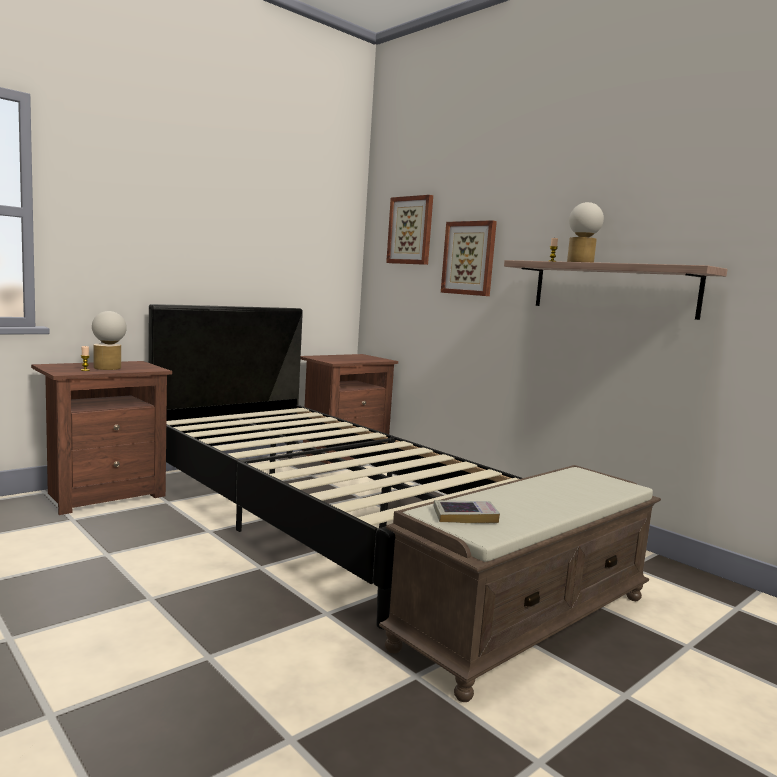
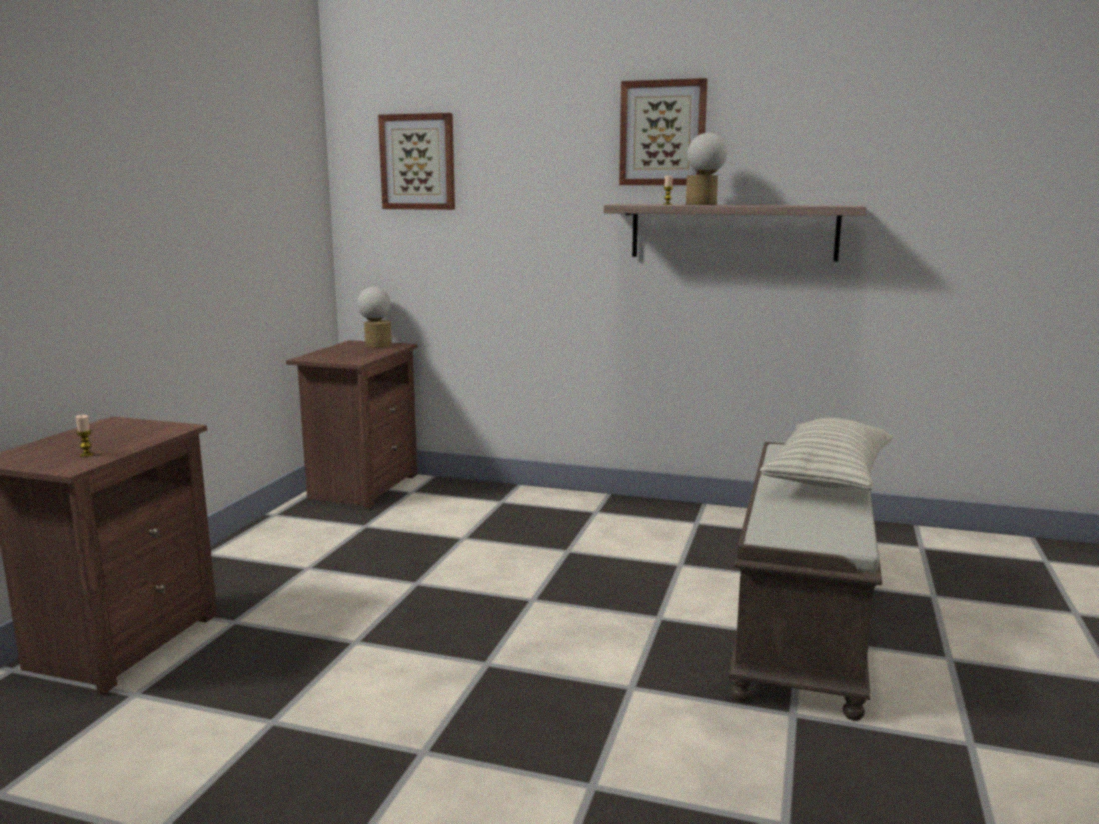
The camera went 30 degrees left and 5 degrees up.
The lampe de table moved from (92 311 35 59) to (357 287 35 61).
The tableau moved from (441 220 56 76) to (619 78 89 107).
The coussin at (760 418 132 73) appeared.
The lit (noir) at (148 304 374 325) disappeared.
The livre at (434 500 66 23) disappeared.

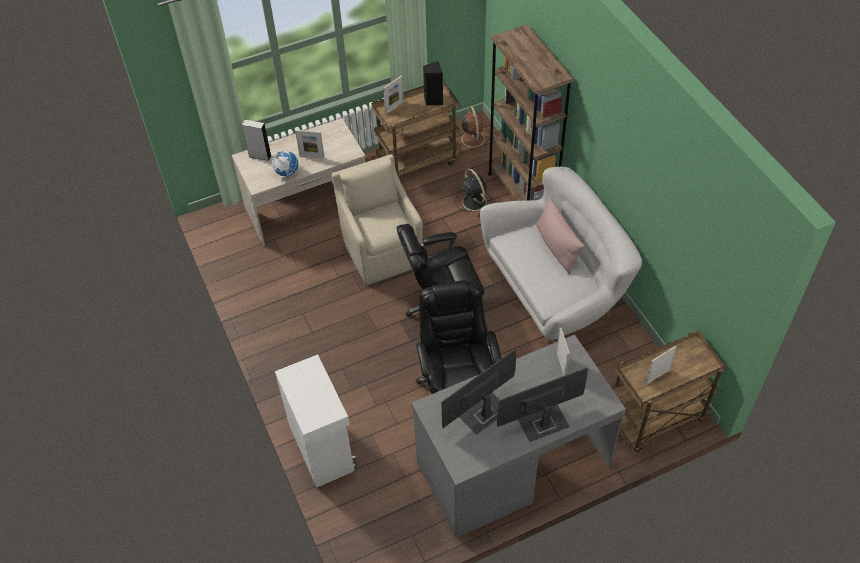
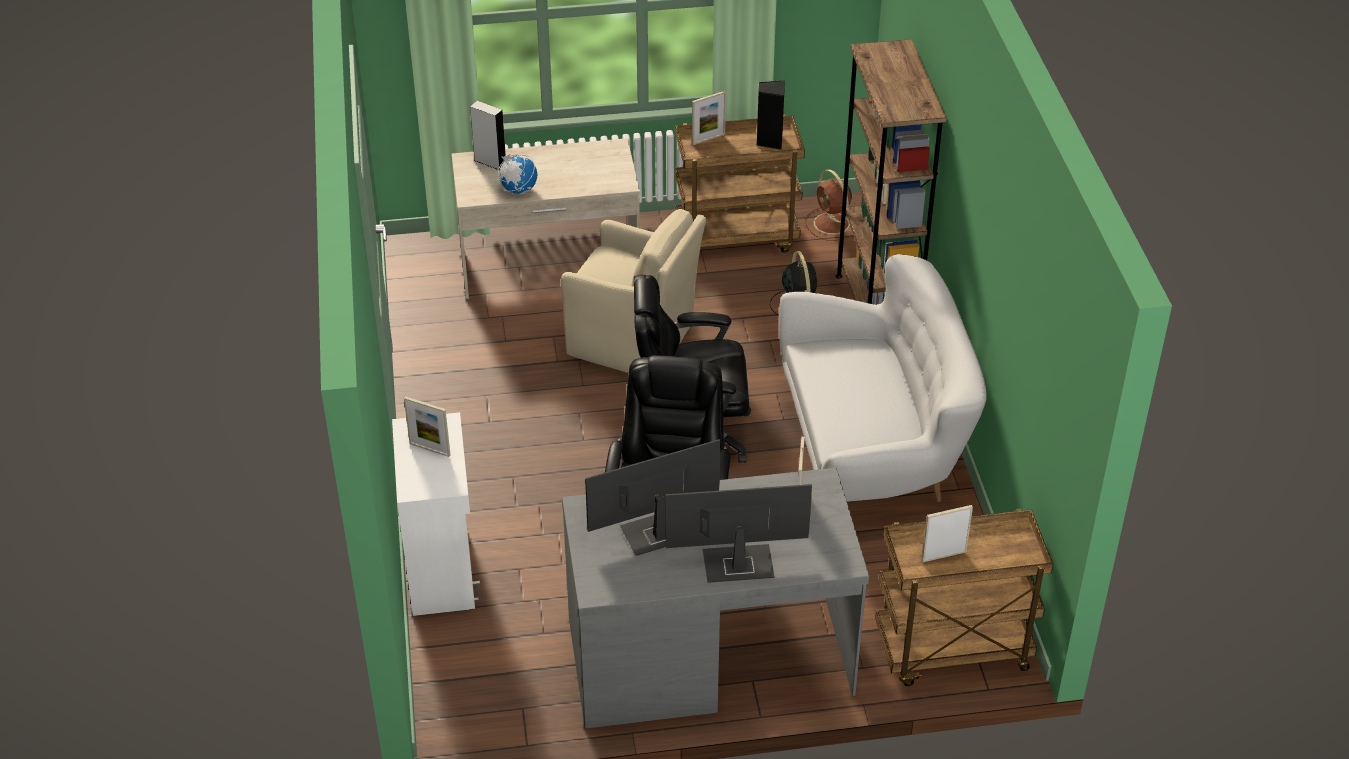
The camera went 15 degrees right and 10 degrees down.
The cadre photo moved from (295 130 30 28) to (404 396 47 61).
The fauteuil (beige) at (332 154 91 131) turned 120 degrees clockwise.
The ventilateur (marron) at (456 106 34 47) turned 150 degrees clockwise.
The coussin (rose) at (536 197 49 77) disappeared.

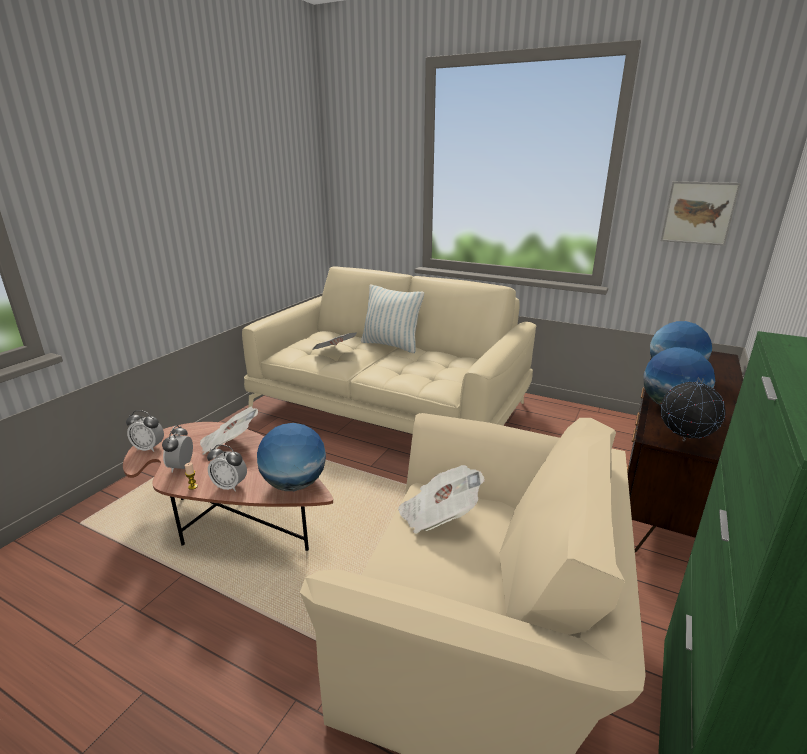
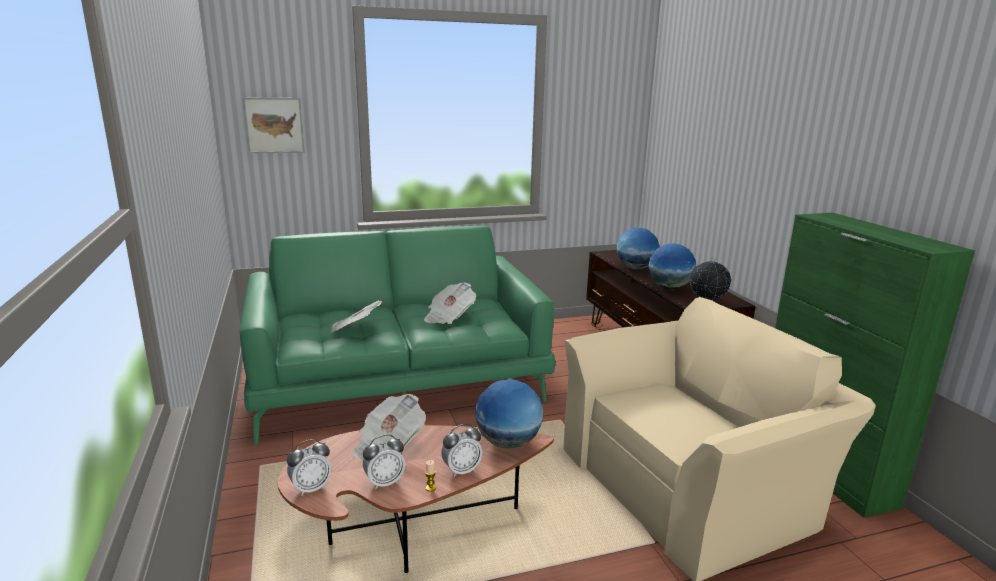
The camera went 45 degrees left and 5 degrees down.
The canapé (beige) at (242 266 294 168) became the canapé (vert) at (239 226 316 219).
The tableau moved from (661 181 80 65) to (243 98 62 56).
The réveil at (162 425 31 48) turned 75 degrees counterclockwise.
The journal moved from (398 465 87 69) to (424 283 52 41).
The coussin at (361 285 63 68) disappeared.

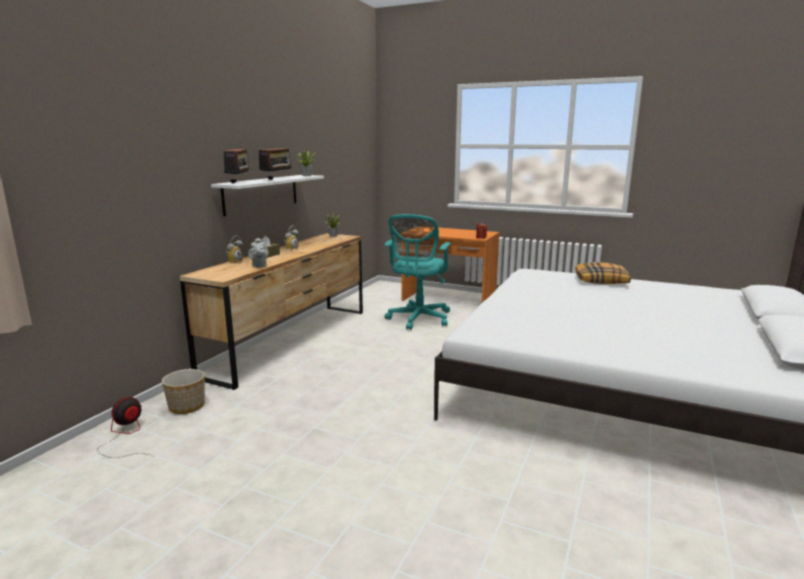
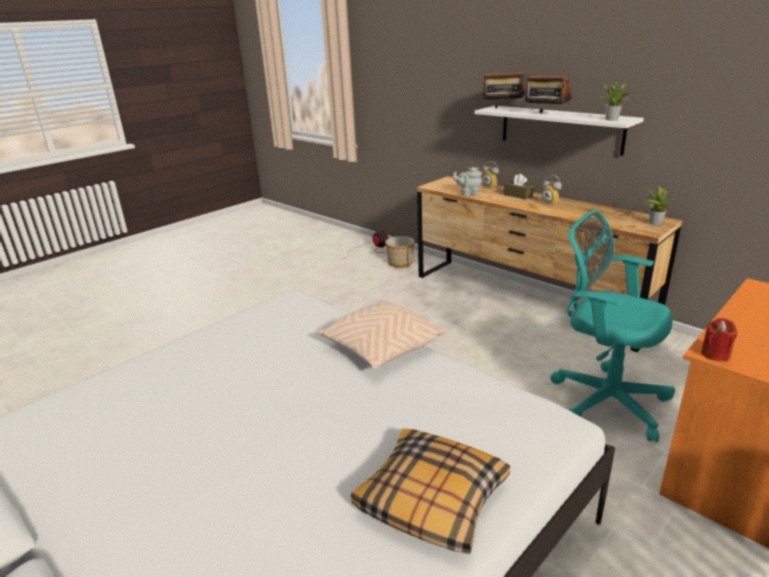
The camera went 110 degrees right and 10 degrees up.
The coussin (beige) at (317 302 129 67) appeared.

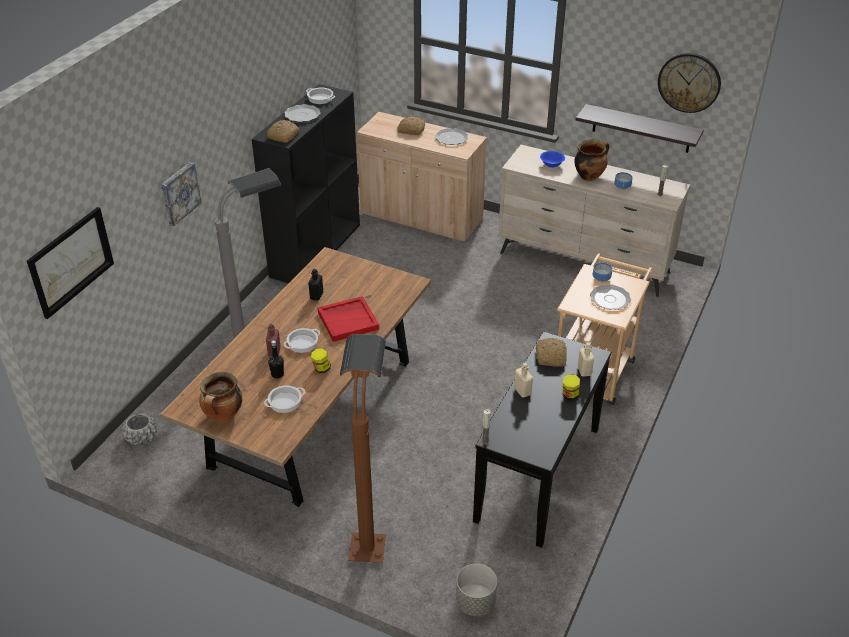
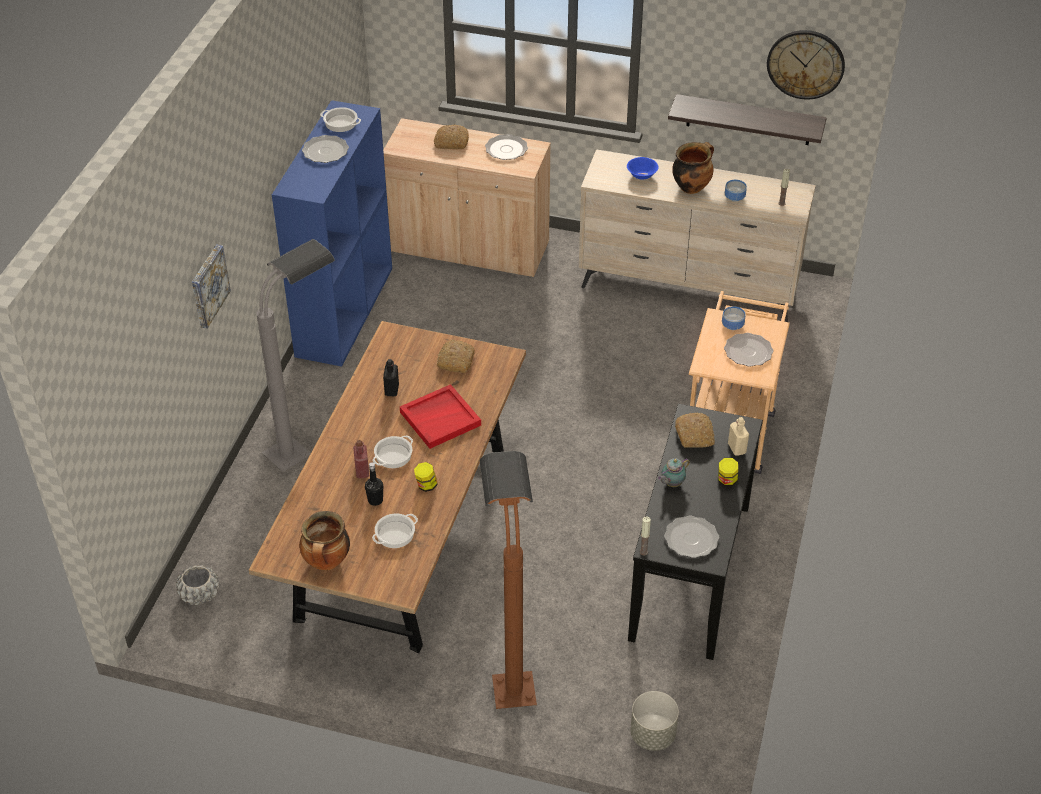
The camera went 10 degrees left and 5 degrees up.
The bibliothèque (noir) at (252 84 108 199) became the bibliothèque (bleu) at (272 100 120 267).
The pain moved from (267 120 32 23) to (437 340 38 33).
The bouteille (beige) at (514 363 19 34) was replaced by the théière at (657 458 33 29).
The assiette at (664 516 55 42) appeared.
The tableau at (27 207 87 112) disappeared.

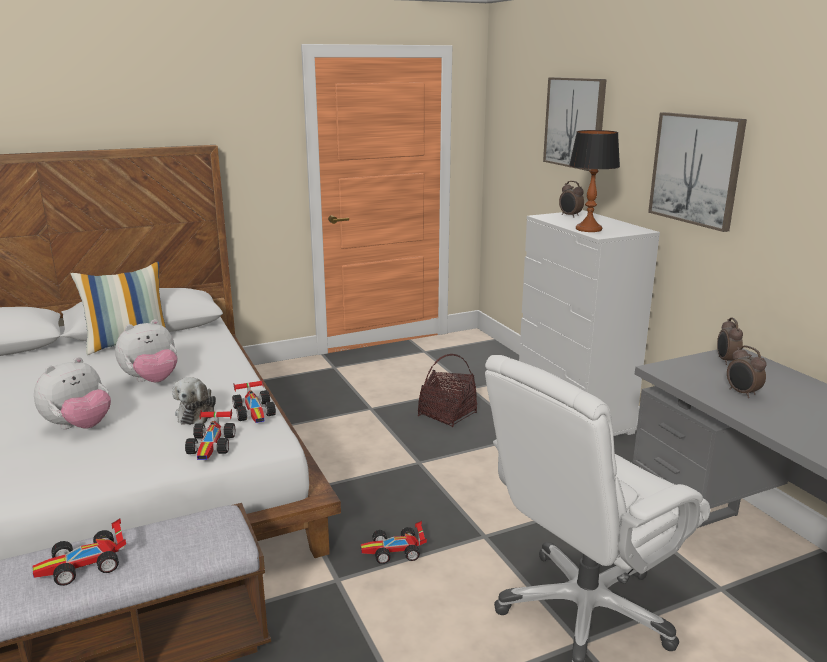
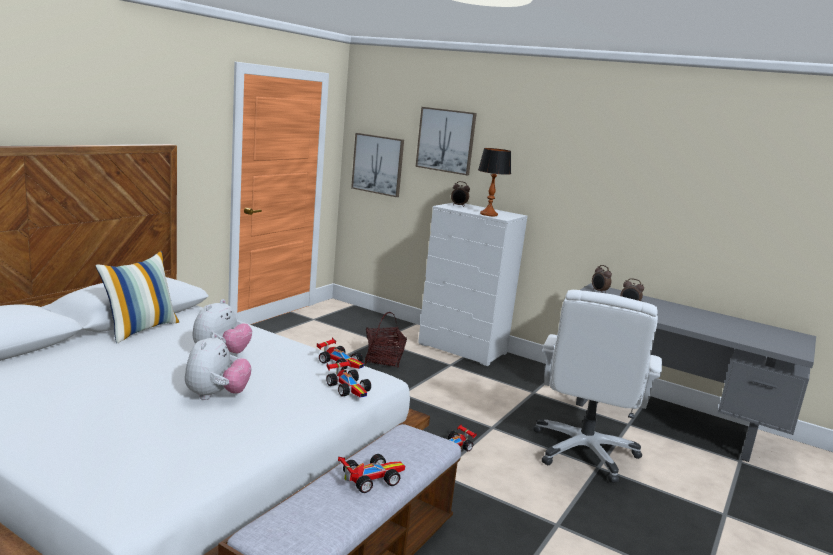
The camera went 35 degrees left and 5 degrees down.
The petite voiture at (32 519 94 67) turned 150 degrees counterclockwise.
The tableau moved from (648 112 99 120) to (351 133 53 64).
The peluche at (172 377 44 48) disappeared.

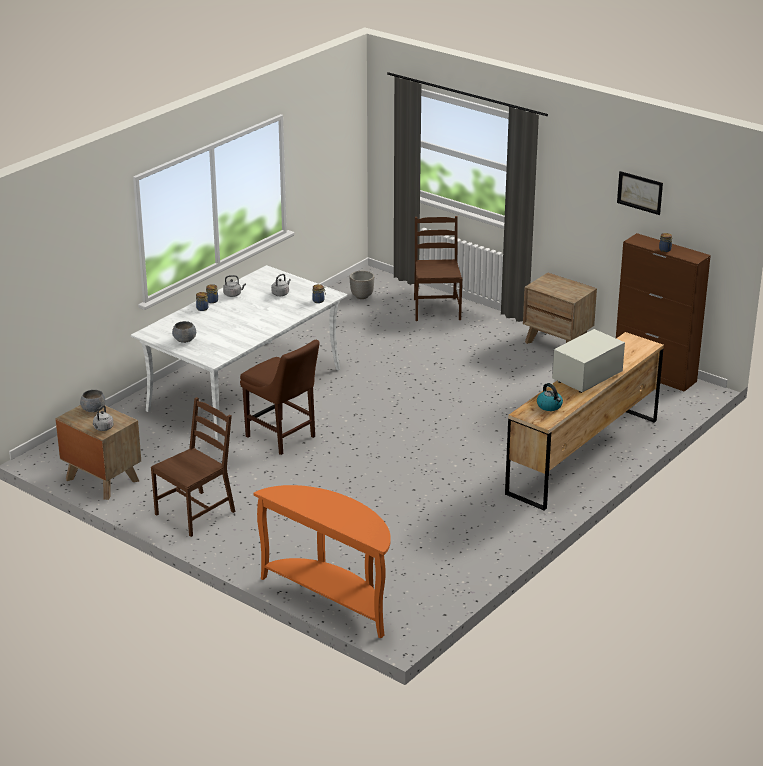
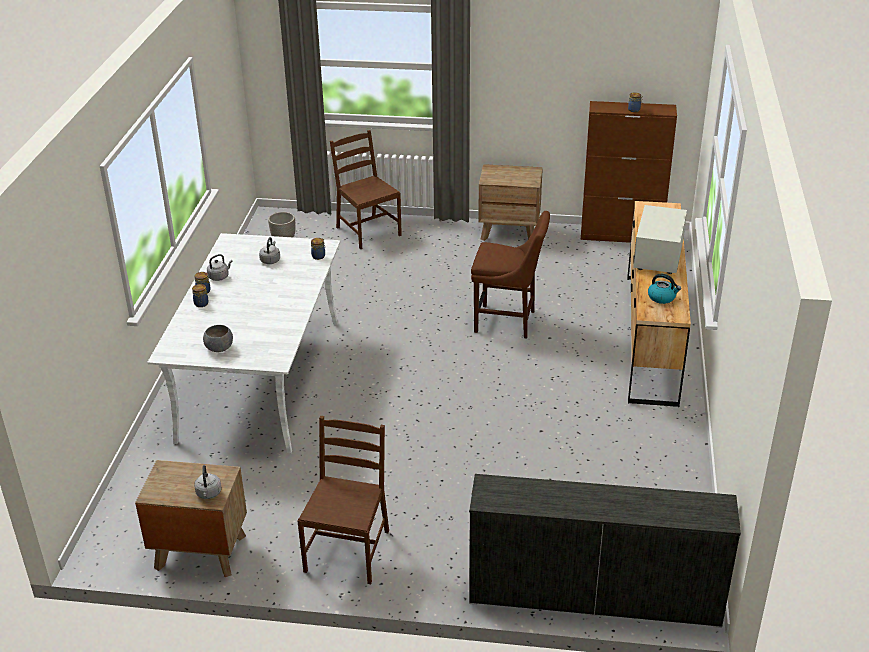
The camera went 30 degrees left and 5 degrees up.
The table console (orange) at (253 485 138 153) was replaced by the commode (blanc) at (469 474 272 154).
The chaise (marron) moved from (240 340 80 115) to (471 211 79 128).
The bol (gris) at (80 390 25 22) disappeared.
The tableau at (617 171 46 44) disappeared.

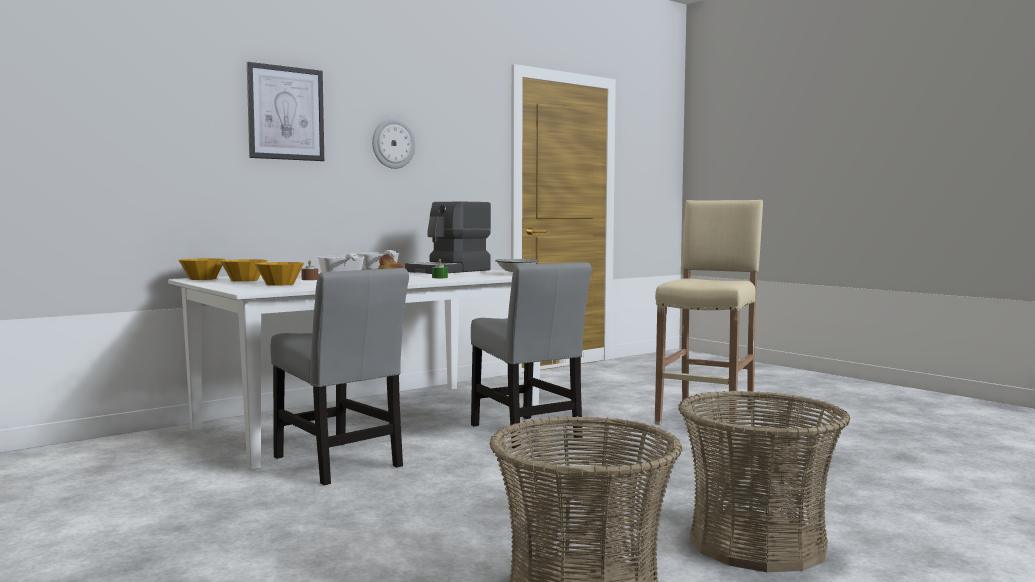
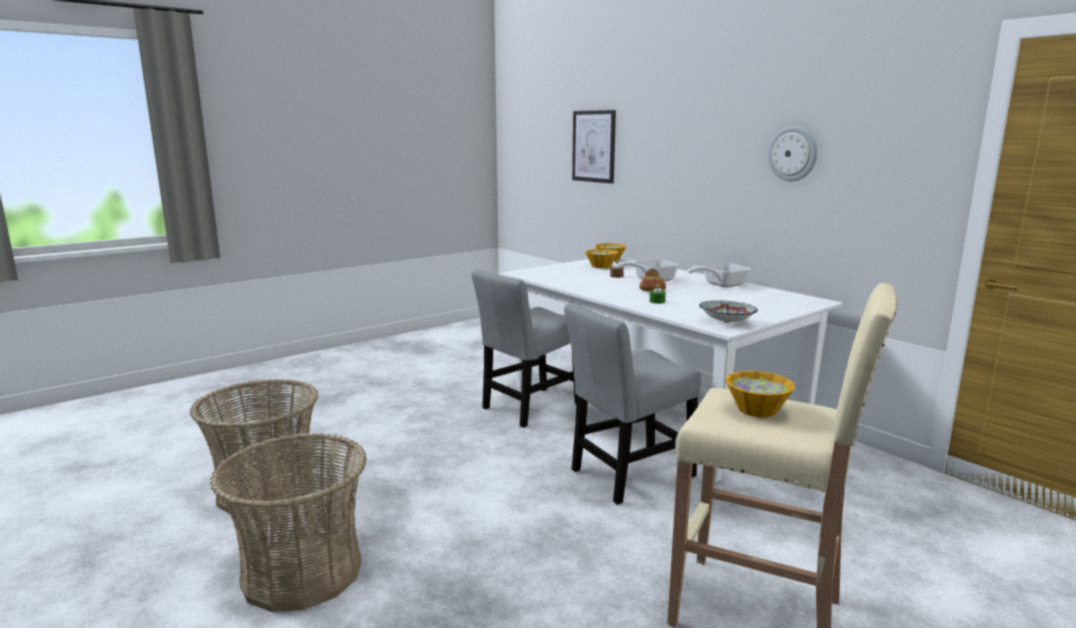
The camera went 90 degrees right and 10 degrees up.
The tableau moved from (247 62 77 99) to (572 110 44 74).
The bol moved from (255 262 49 24) to (725 371 70 46).
The machine à café at (405 202 86 72) disappeared.

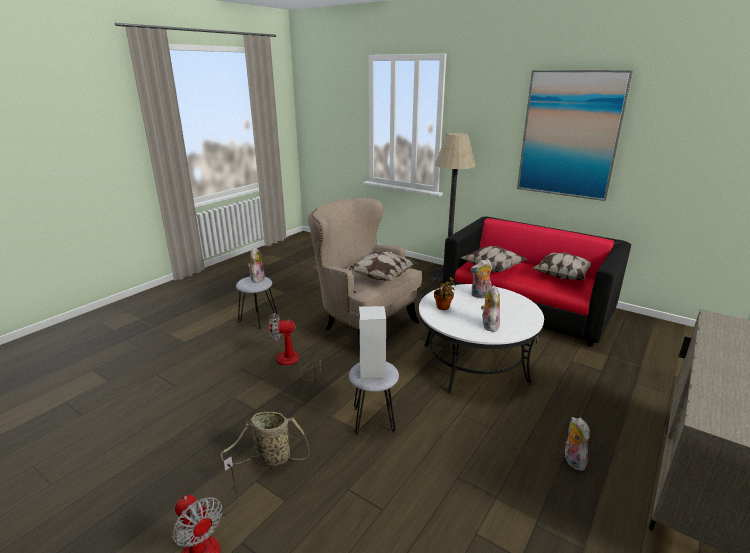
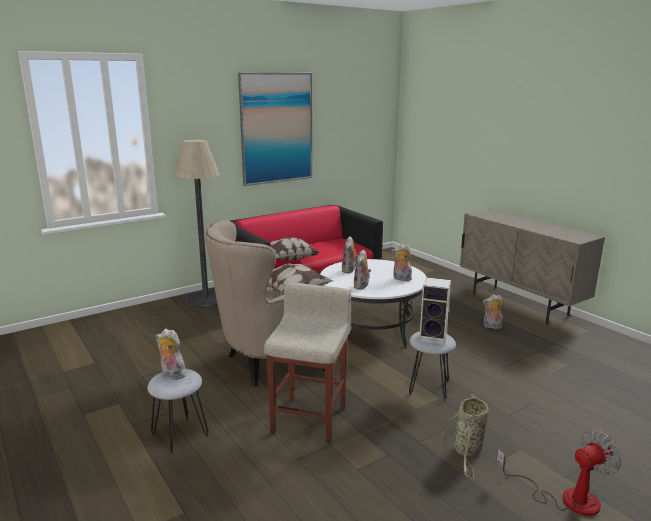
The camera went 70 degrees left and 5 degrees down.
The ventilateur at (269 313 52 68) was replaced by the tabouret (beige) at (264 283 87 161).
The plante en pot at (434 277 22 33) was replaced by the peluche at (353 250 18 40).
The coussin at (533 252 59 29) disappeared.

